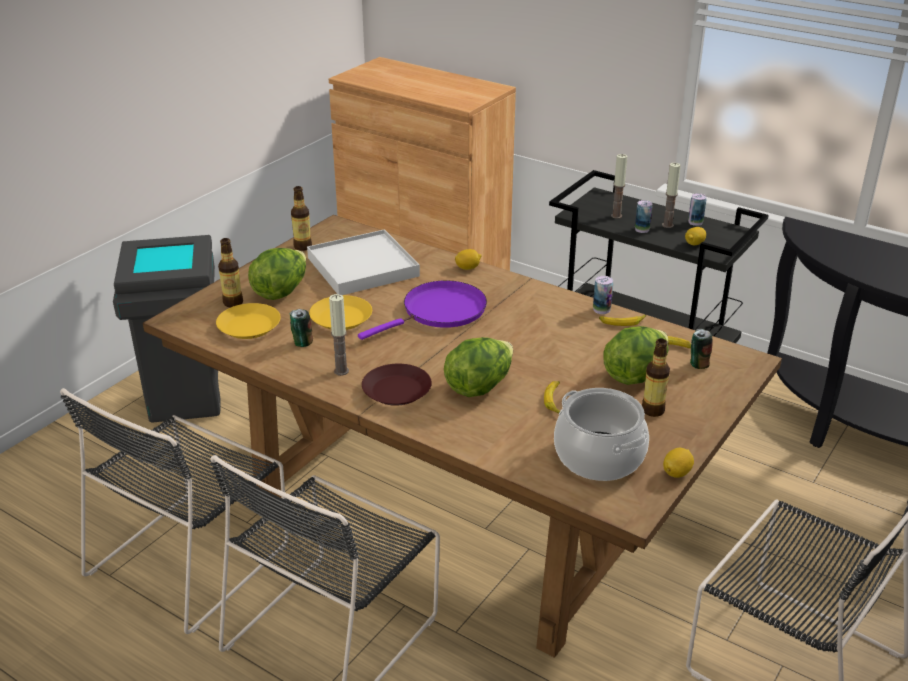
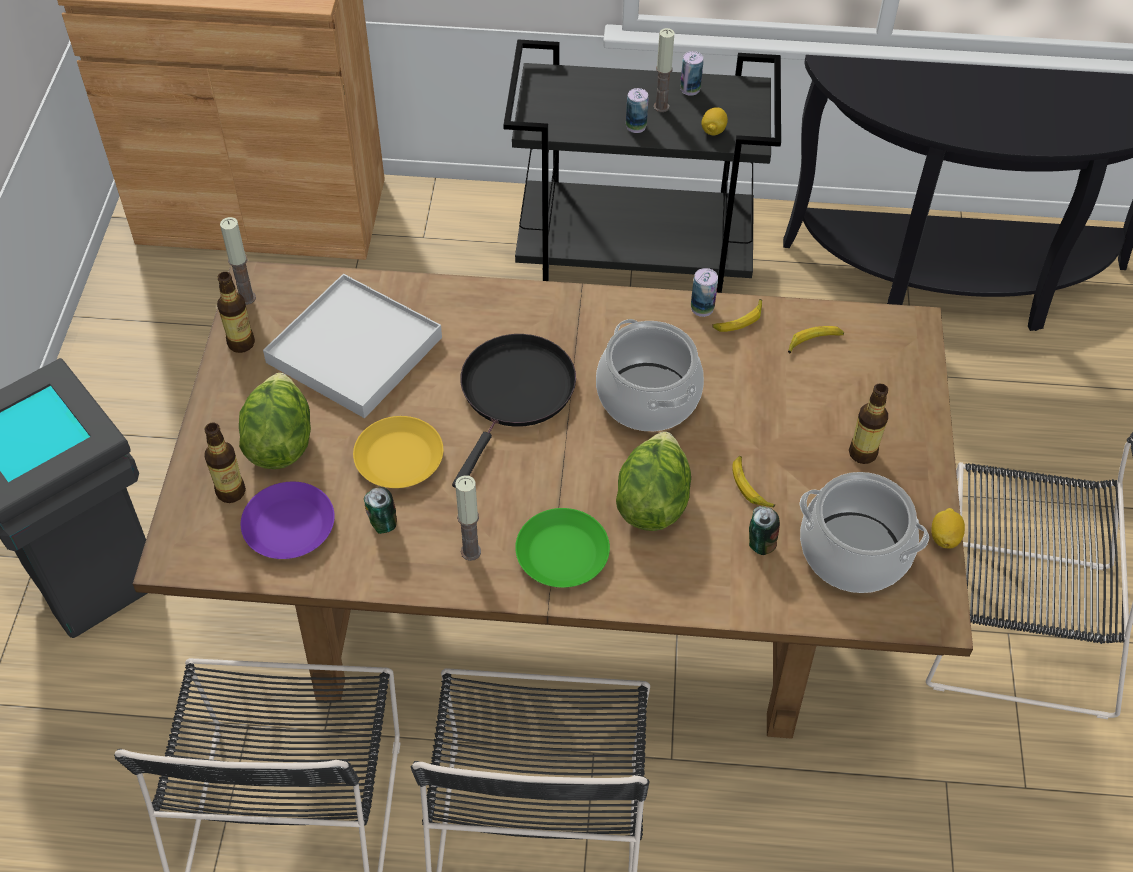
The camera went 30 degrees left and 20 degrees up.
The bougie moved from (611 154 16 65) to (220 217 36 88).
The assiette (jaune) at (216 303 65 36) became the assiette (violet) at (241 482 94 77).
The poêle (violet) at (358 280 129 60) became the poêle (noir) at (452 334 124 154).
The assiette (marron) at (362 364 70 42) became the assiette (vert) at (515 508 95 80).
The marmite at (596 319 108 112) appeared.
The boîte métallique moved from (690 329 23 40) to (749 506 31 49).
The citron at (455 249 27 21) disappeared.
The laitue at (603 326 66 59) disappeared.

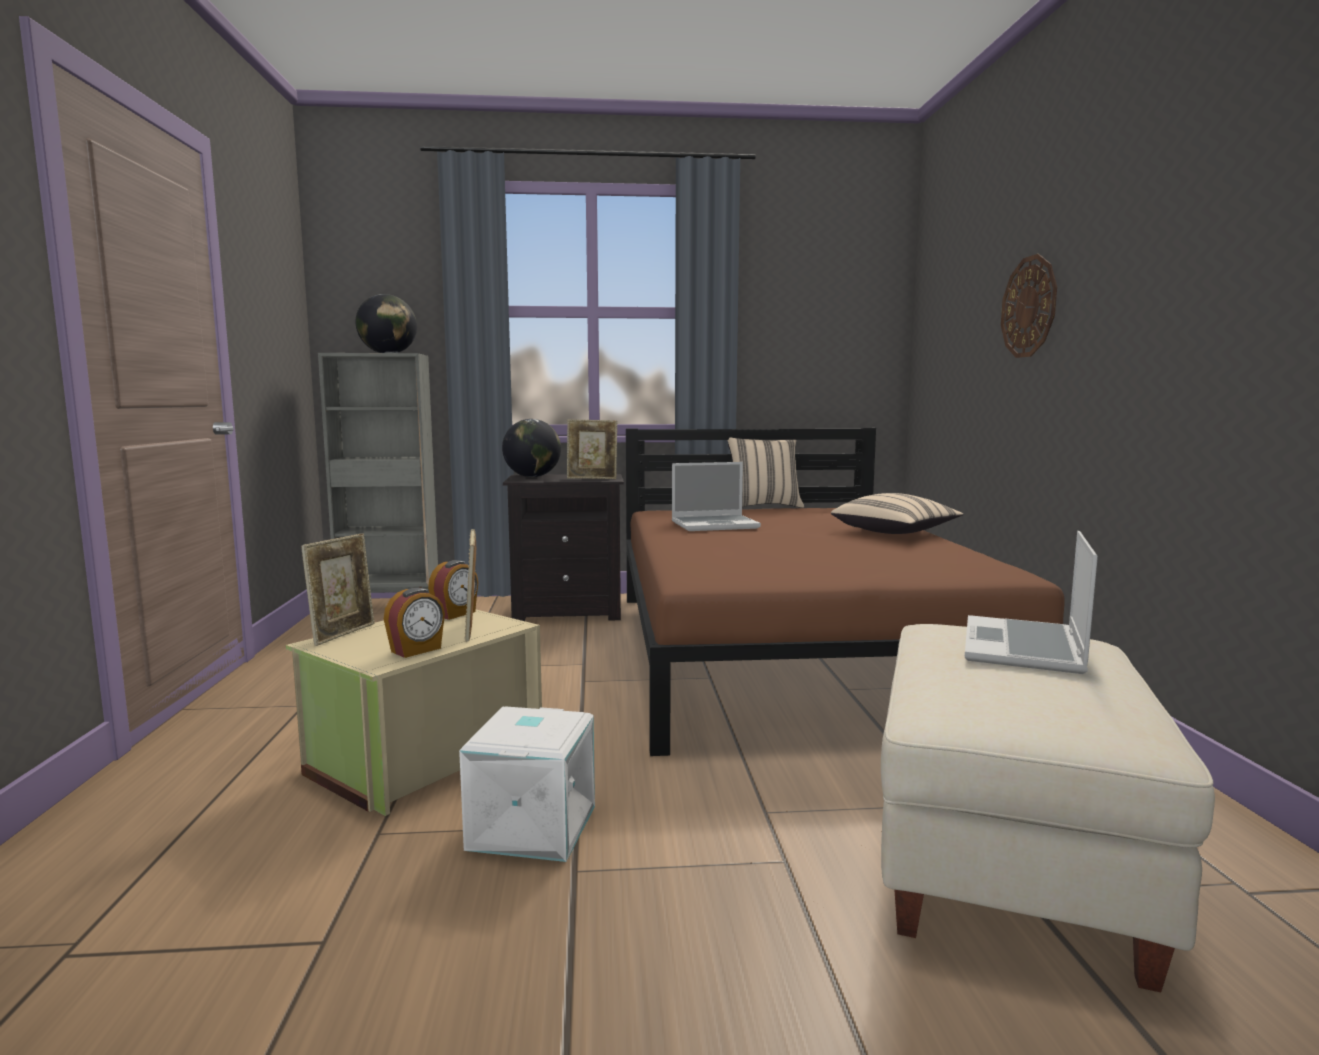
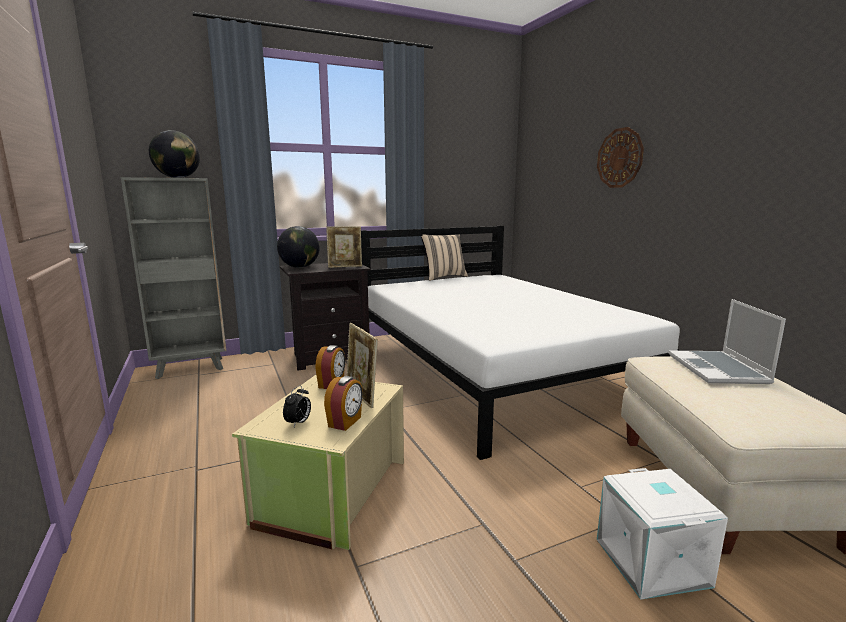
The camera went 20 degrees left and 5 degrees up.
The réveil at (283 385 28 42) appeared.
The lit (marron) at (626 428 439 328) became the lit (blanc) at (361 226 322 234).
The boîte de rangement (blanc) moved from (459 706 136 156) to (597 468 131 132).
The cadre photo at (301 533 73 113) disappeared.
The ordinateur portable at (672 462 89 69) disappeared.
The coussin (beige) at (831 493 132 41) disappeared.

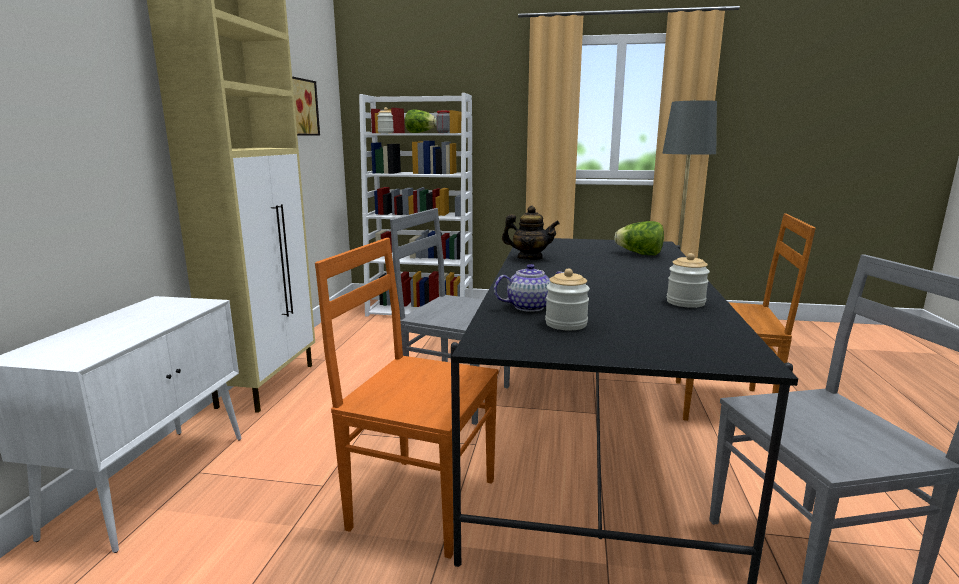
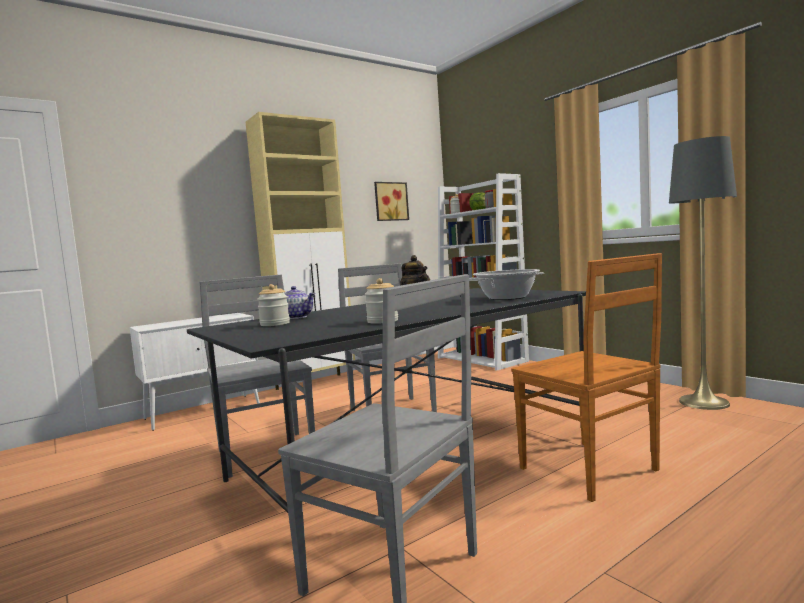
The camera went 45 degrees right and 10 degrees down.
The chaise (orange) at (315 238 184 321) became the chaise (gris) at (200 275 115 203).
The laitue at (614 221 50 34) was replaced by the marmite at (469 269 75 31).

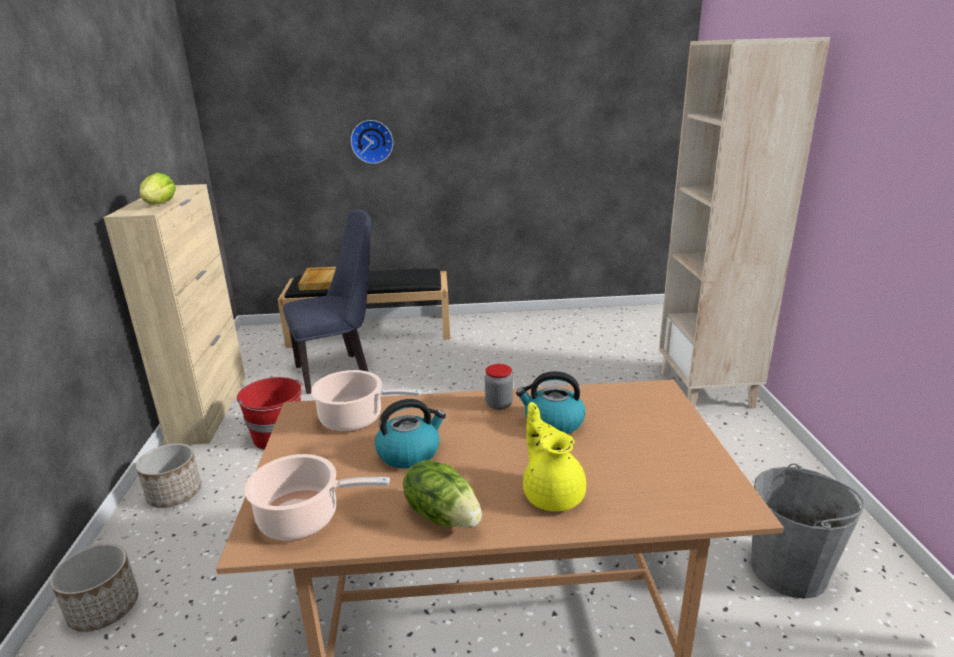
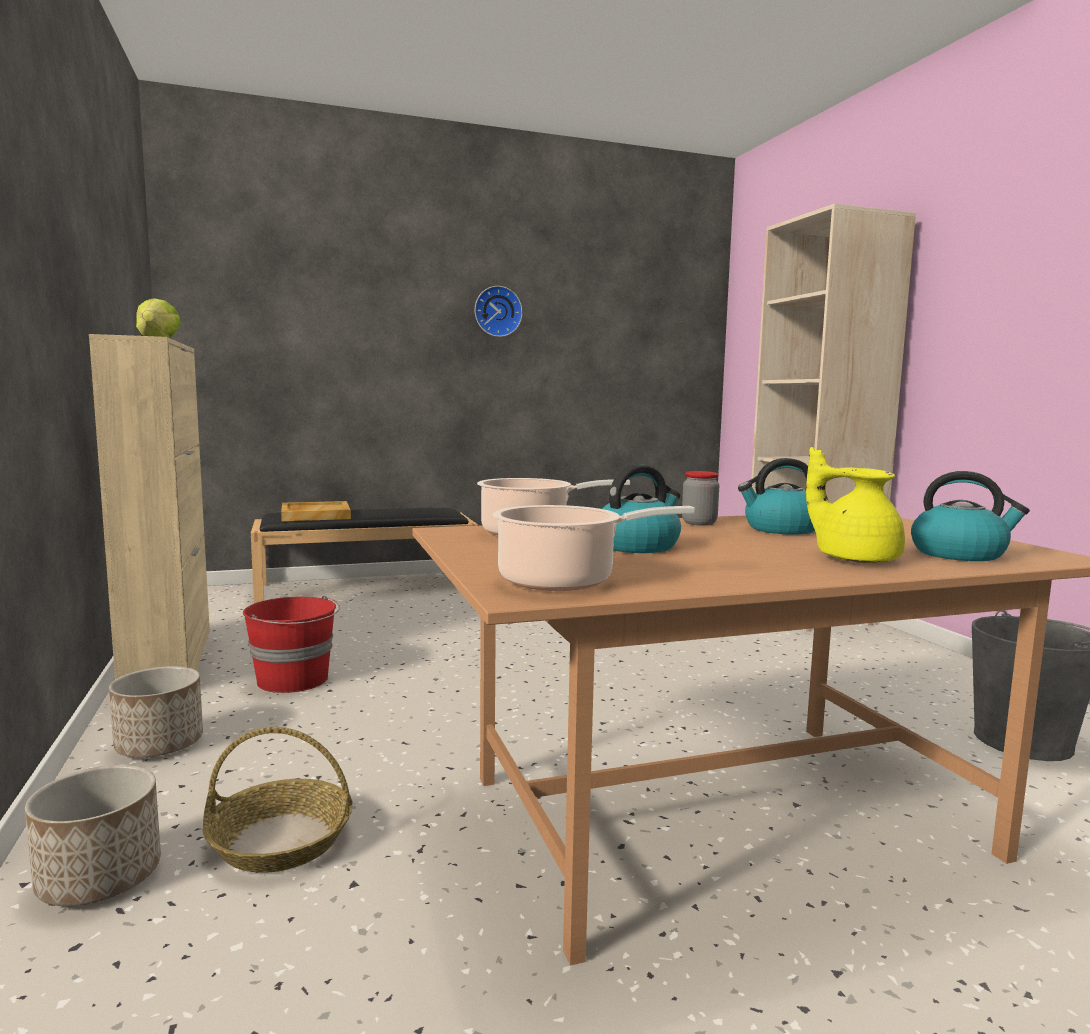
The camera went 15 degrees left and 15 degrees down.
The panier at (203 727 150 145) appeared.
The horloge murale moved from (351 120 42 44) to (475 286 48 51).
The bouilloire at (911 471 119 90) appeared.
The chaise (bleu) at (283 209 88 185) disappeared.
The laitue at (403 459 79 69) disappeared.

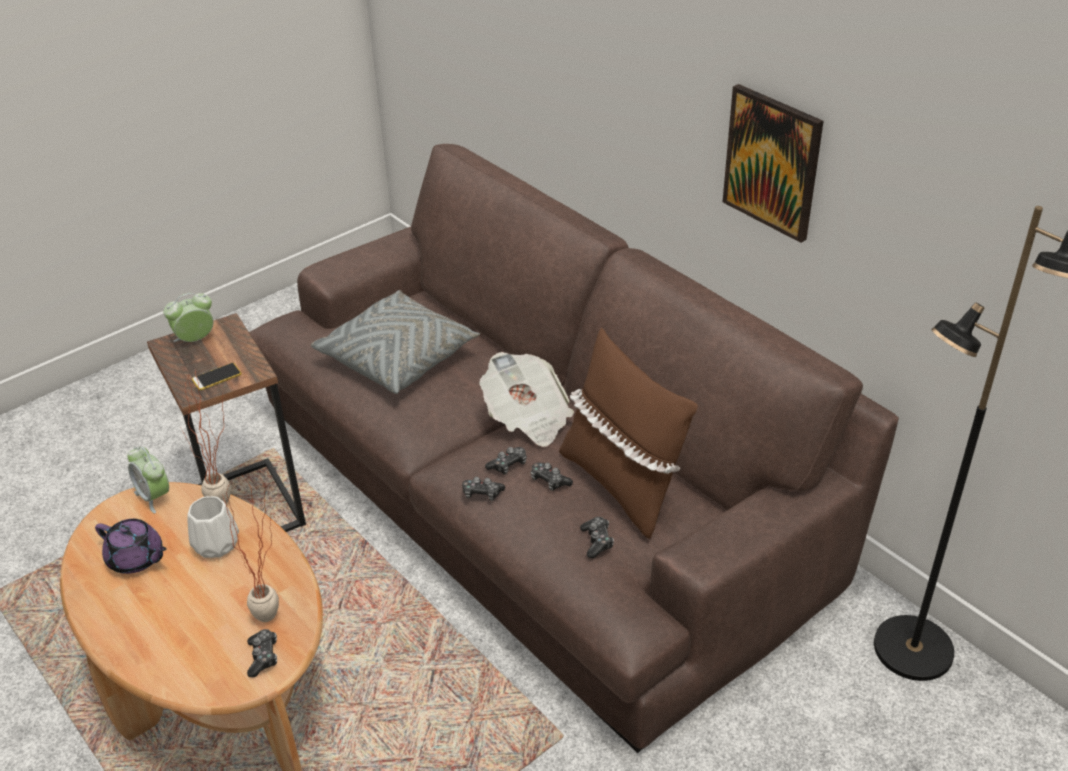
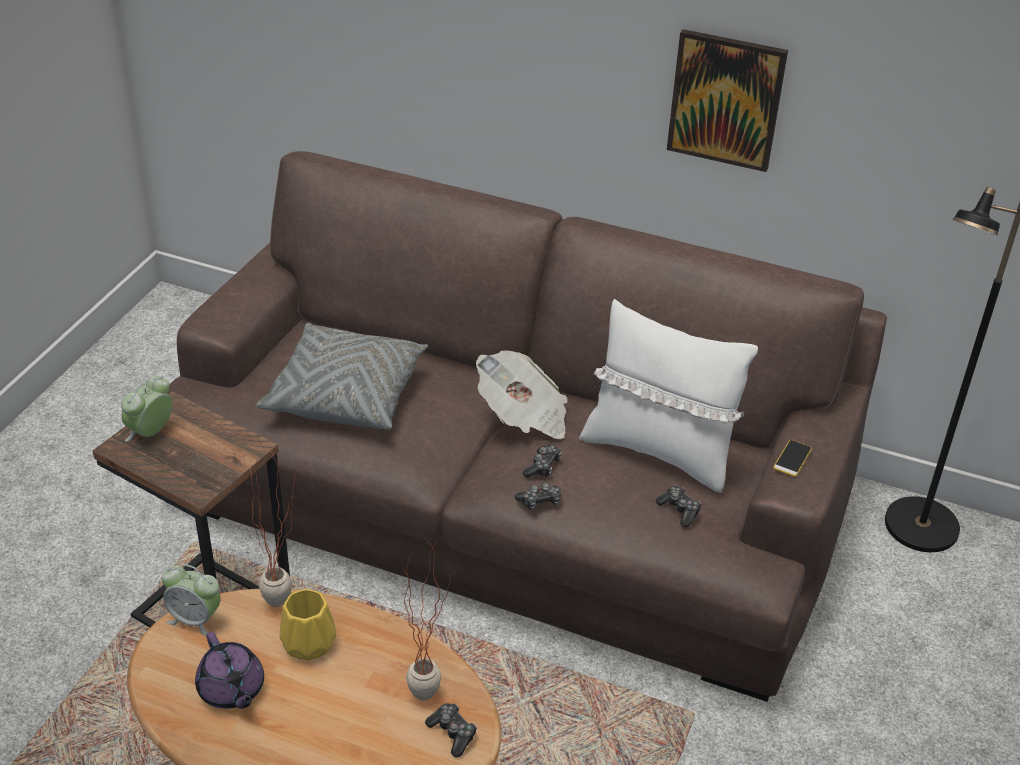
The camera went 30 degrees left and 0 degrees up.
The théière (violet) at (95 519 72 55) turned 60 degrees clockwise.
The vase (blanc) at (187 496 52 62) became the vase (jaune) at (280 589 56 72).
The coussin (marron) at (559 328 139 211) became the coussin (blanc) at (579 299 179 194).
The téléphone moved from (192 363 50 27) to (773 440 39 37).
The manette at (531 462 42 29) disappeared.

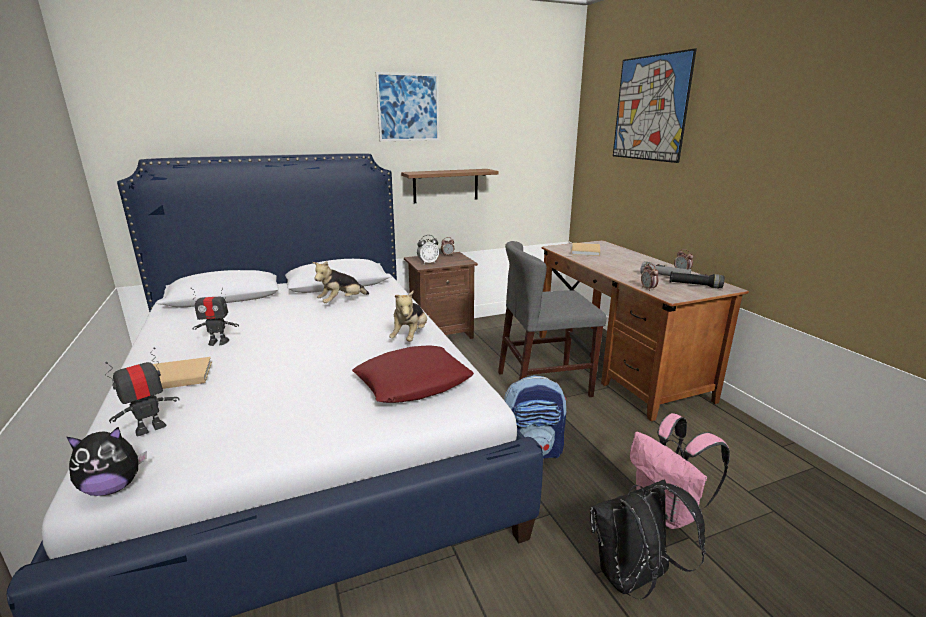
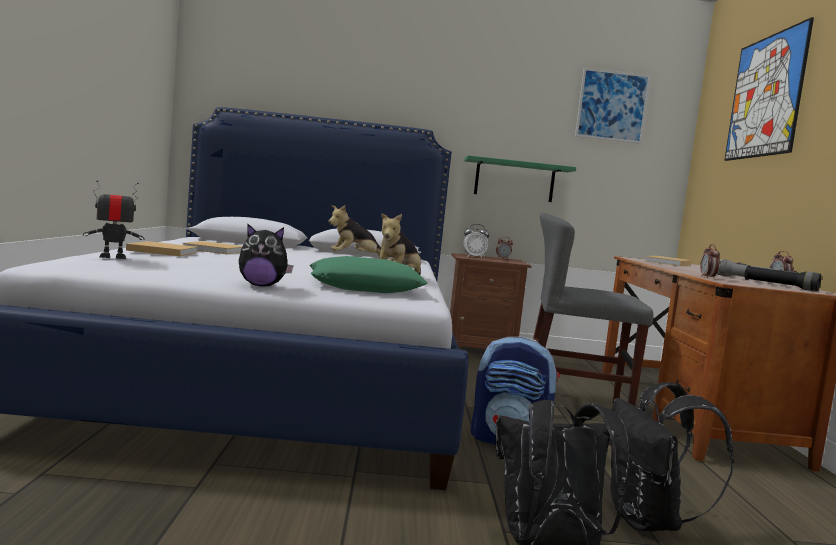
The camera went 20 degrees right and 15 degrees down.
The robot jouet at (191 287 48 59) was replaced by the livre (beige) at (183 241 60 13).
The peluche moved from (67 427 80 69) to (239 224 54 63).
The coussin (rouge) at (352 345 122 58) became the coussin (vert) at (310 256 117 37).
The étagère (marron) at (401 169 97 34) became the étagère (vert) at (464 155 112 47).
The tableau moved from (376 72 63 69) to (575 68 76 76).
The sac à dos (rose) at (630 413 100 116) became the sac à dos (noir) at (609 382 125 149).

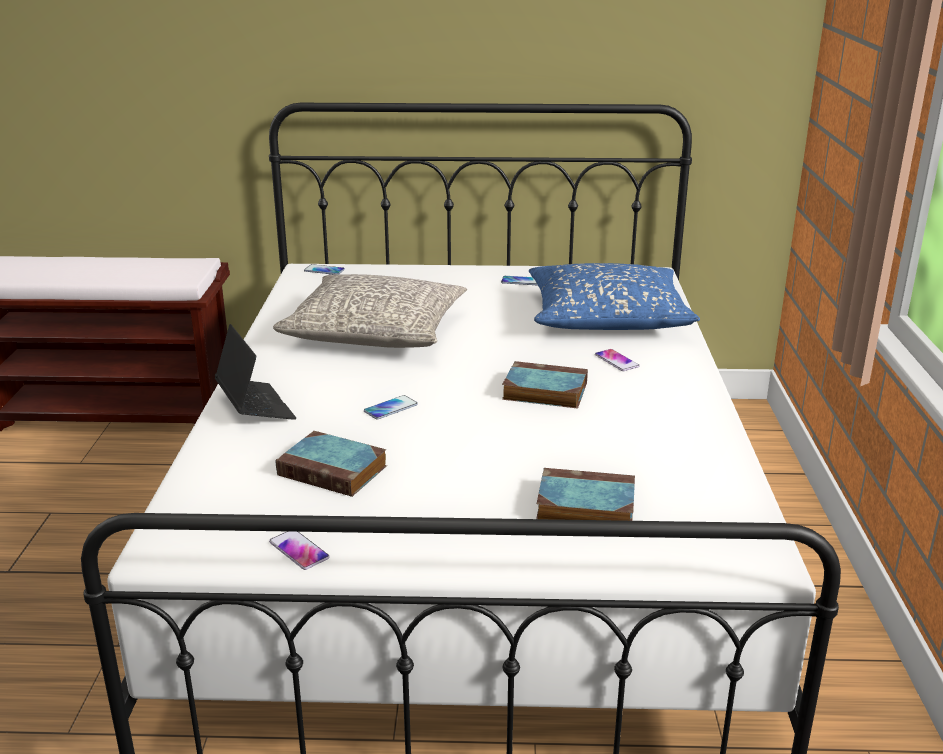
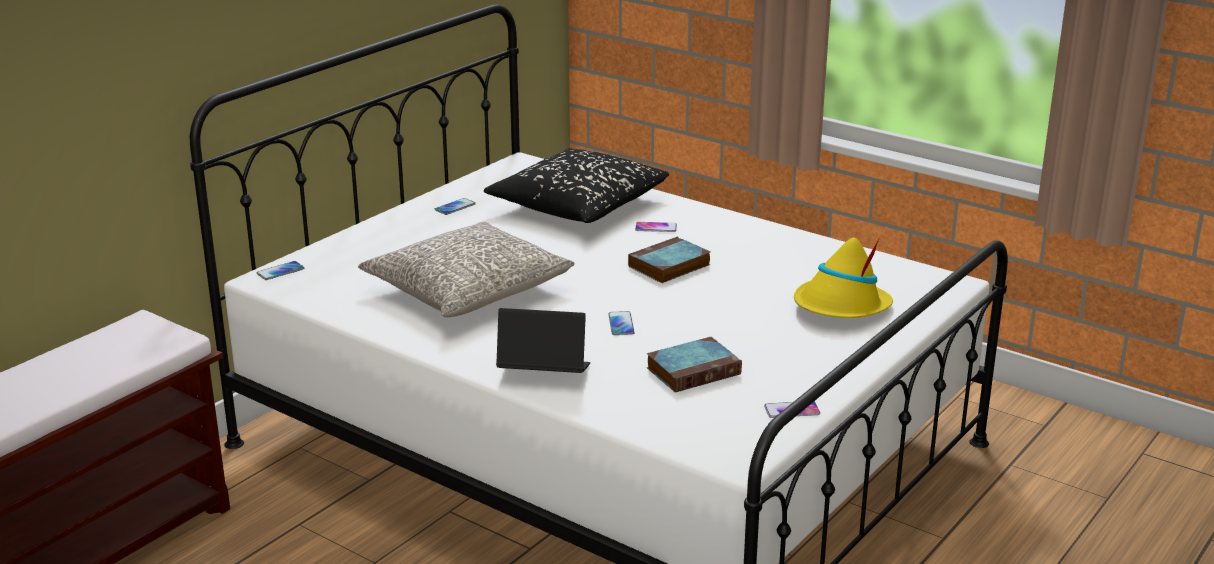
The camera went 55 degrees left and 0 degrees up.
The coussin (bleu) at (529 263 171 67) became the coussin (noir) at (484 148 185 75).
The livre at (536 468 99 53) was replaced by the chapeau (jaune) at (794 238 99 80).

